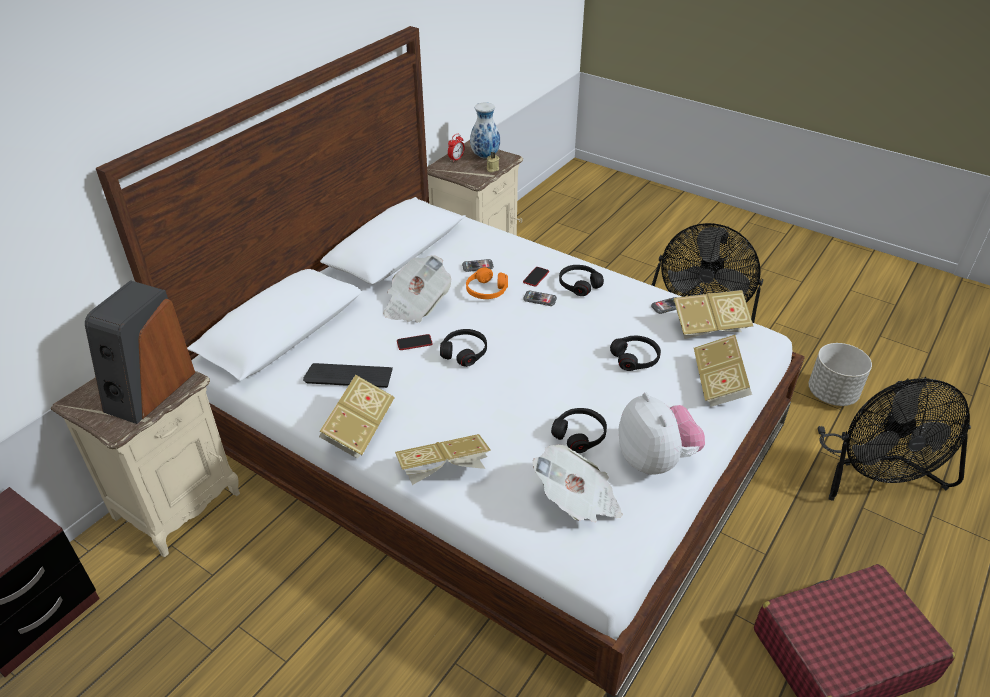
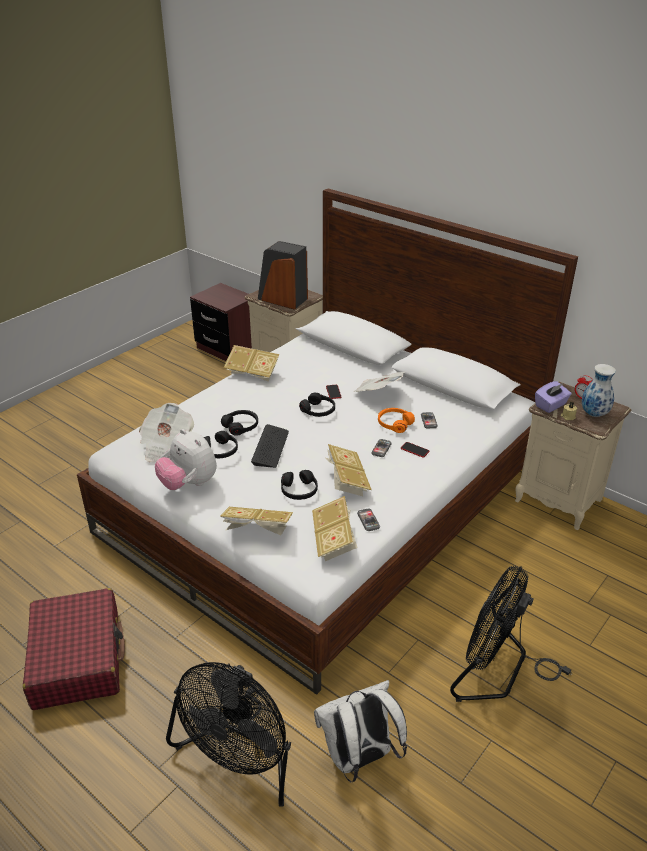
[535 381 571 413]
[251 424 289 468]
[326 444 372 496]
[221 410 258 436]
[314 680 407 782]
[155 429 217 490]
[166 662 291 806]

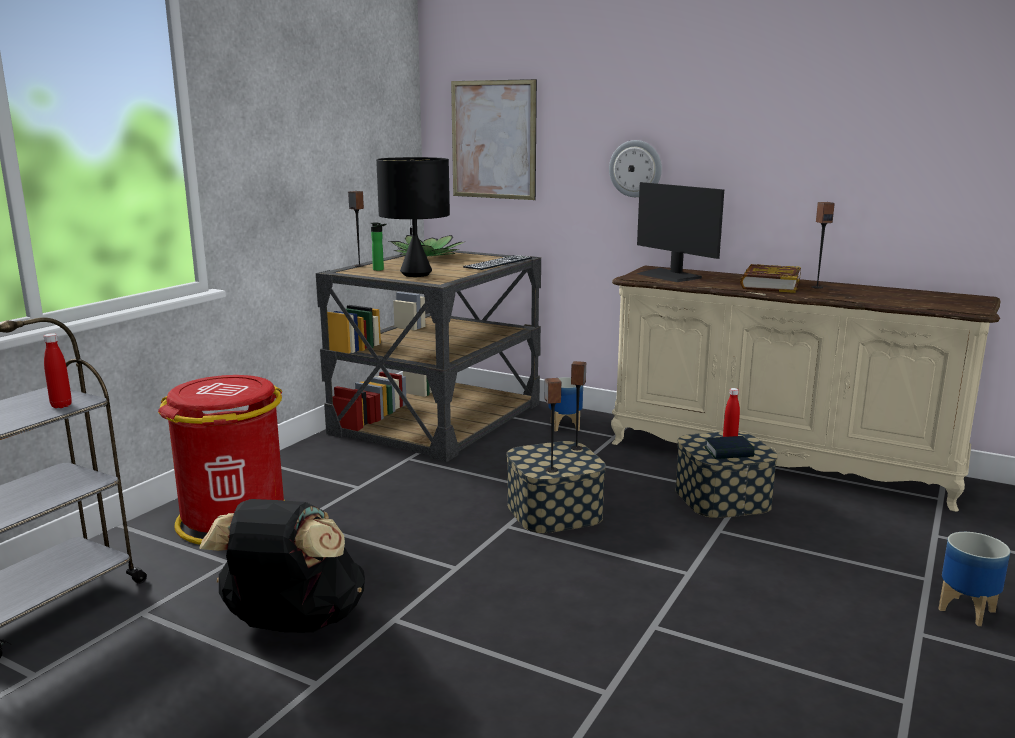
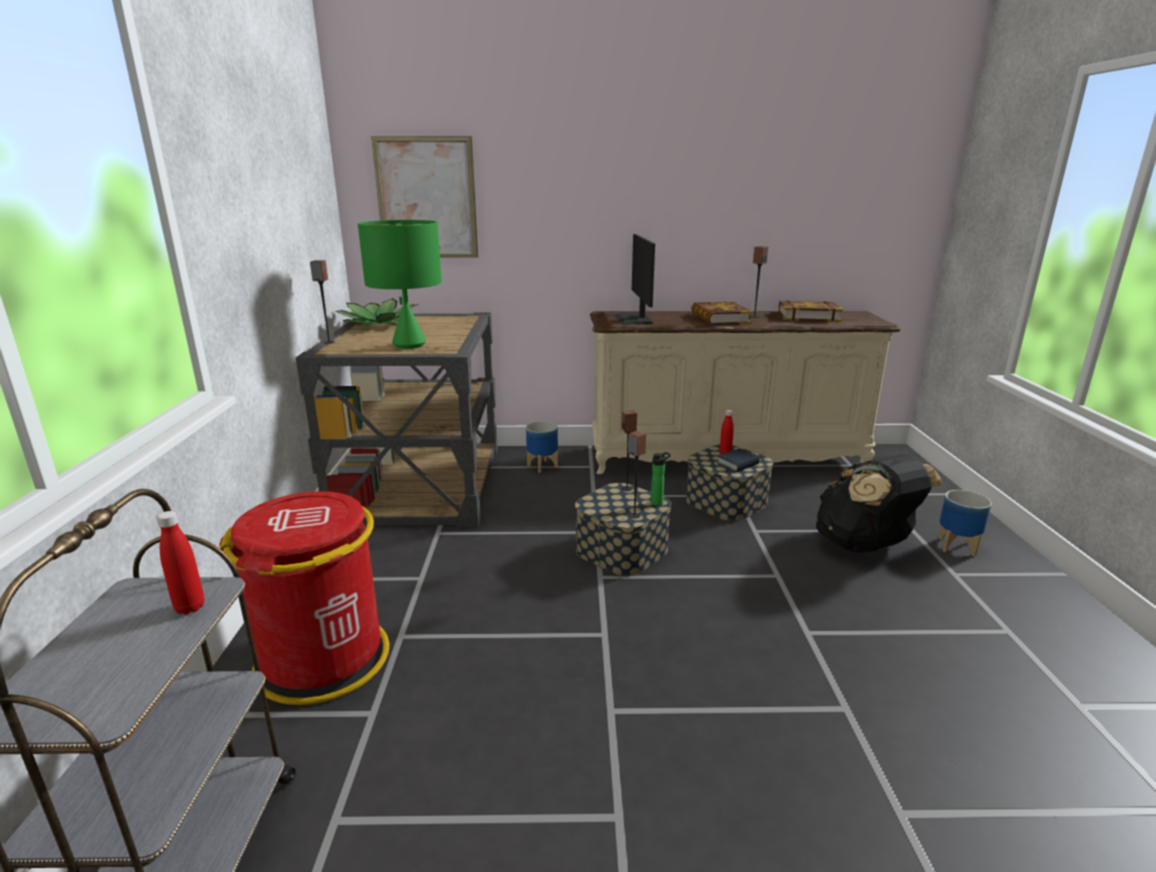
[463 255 532 270] (first image)
[609 140 662 197] (first image)
[778 300 843 322]
[816 454 944 553]
[651 452 671 506]
[358 220 442 349]
[614 234 655 325]

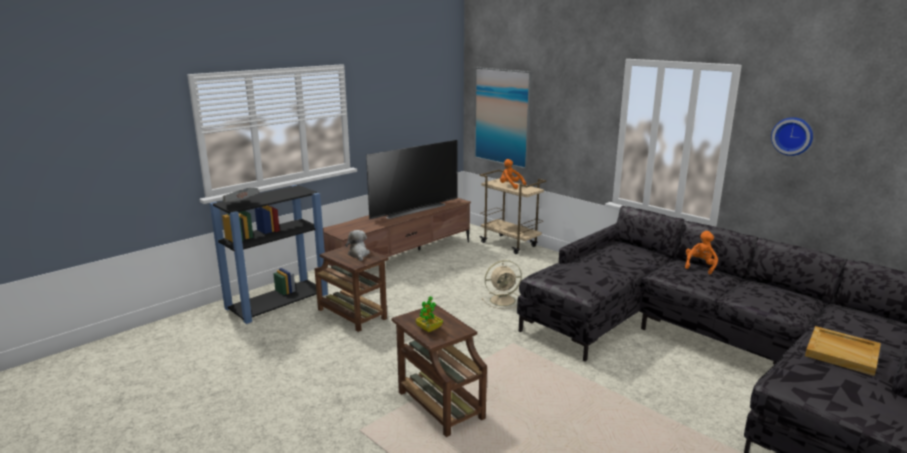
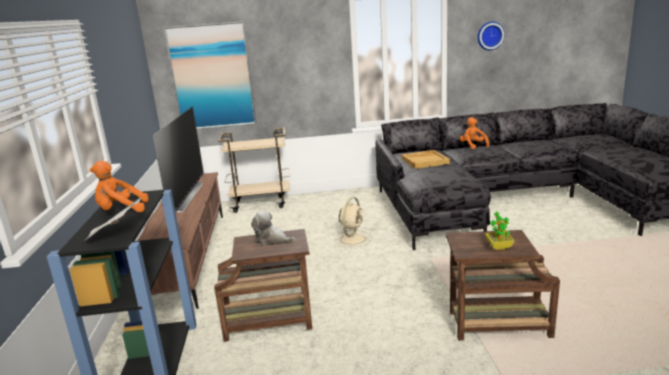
[90 161 149 213]
[401 150 450 169]

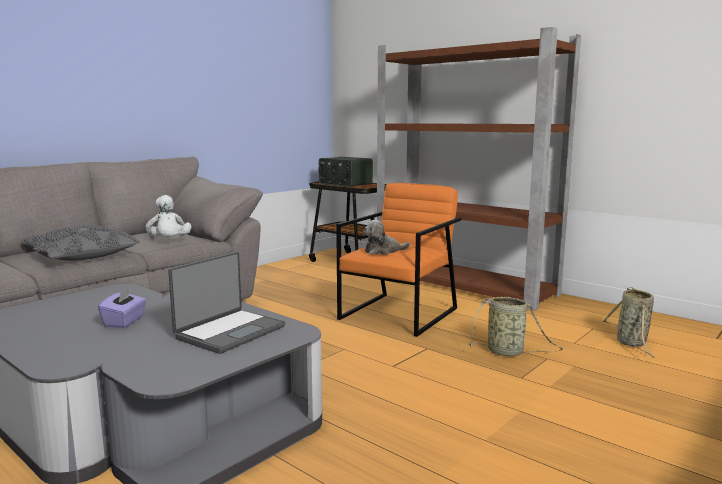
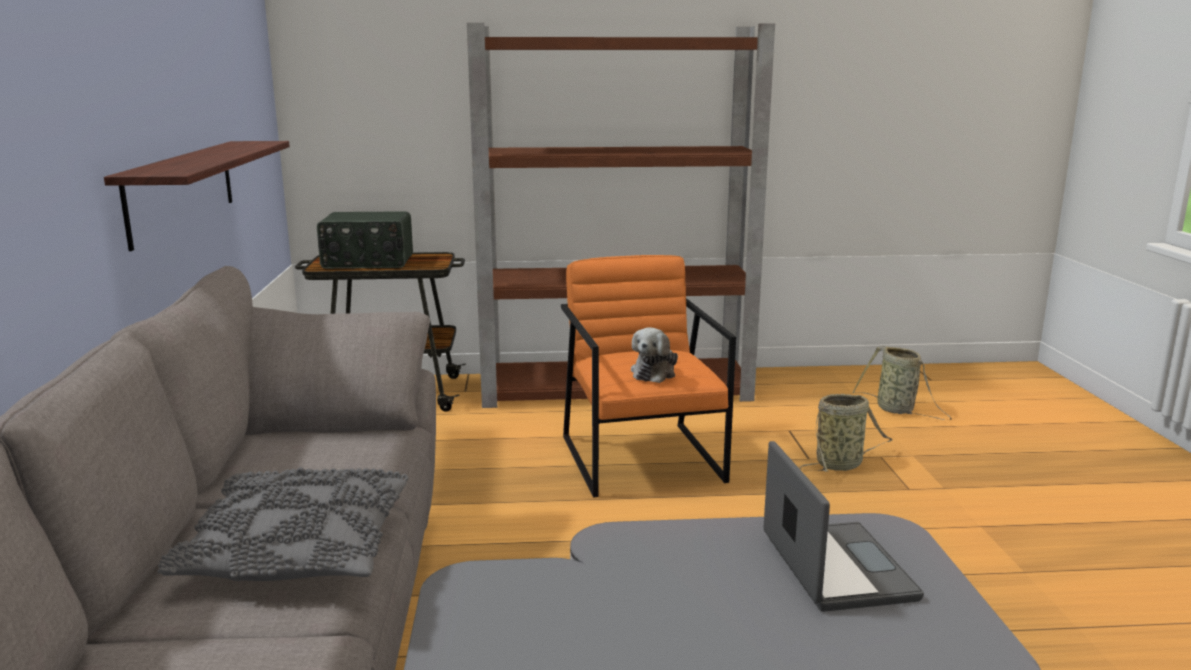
[98 286 147 328] (first image)
[145 195 192 239] (first image)
[104 141 290 251]

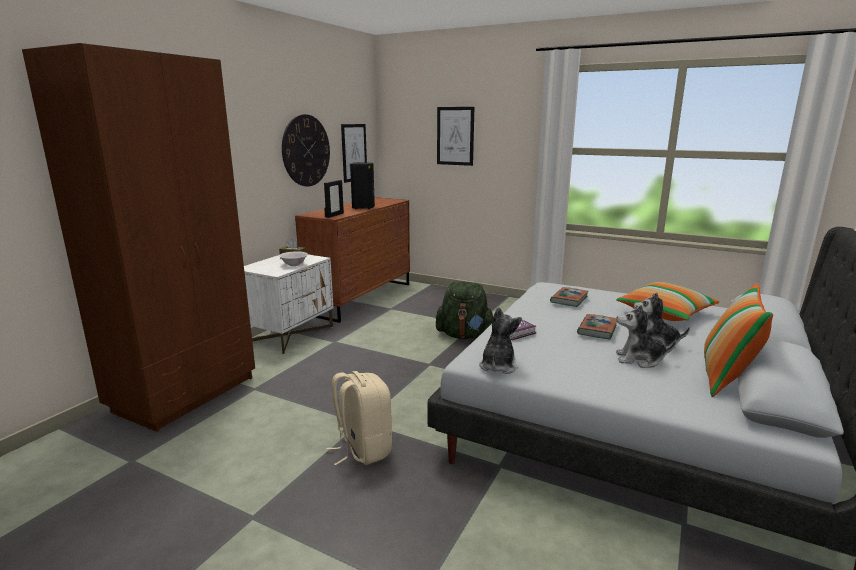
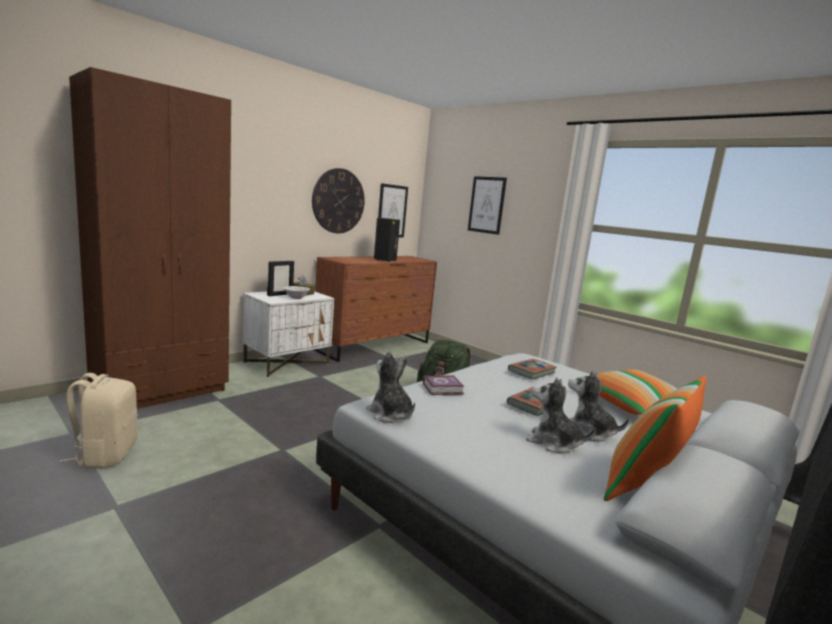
[267 261 294 296]
[60 373 138 469]
[366 351 415 423]

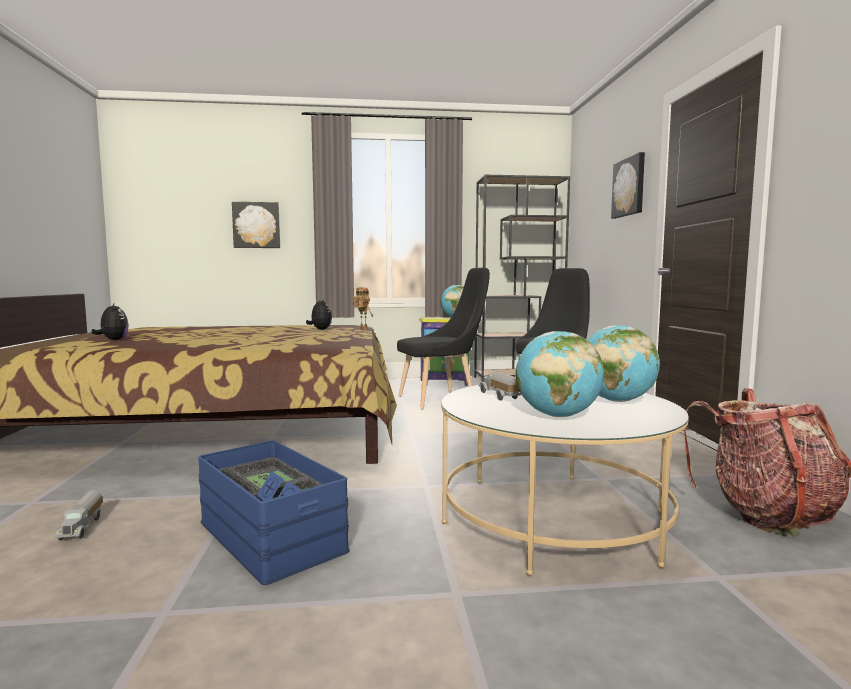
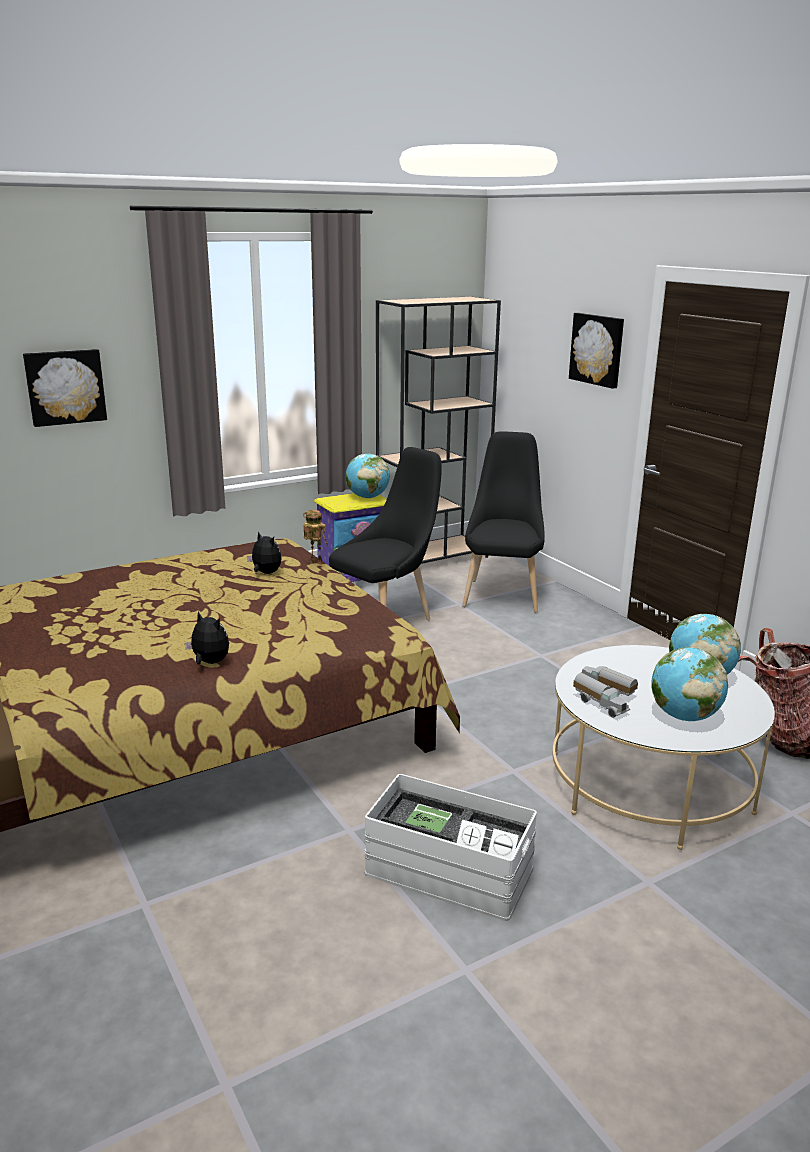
[573 673 630 718]
[185 611 229 664]
[364 774 537 921]

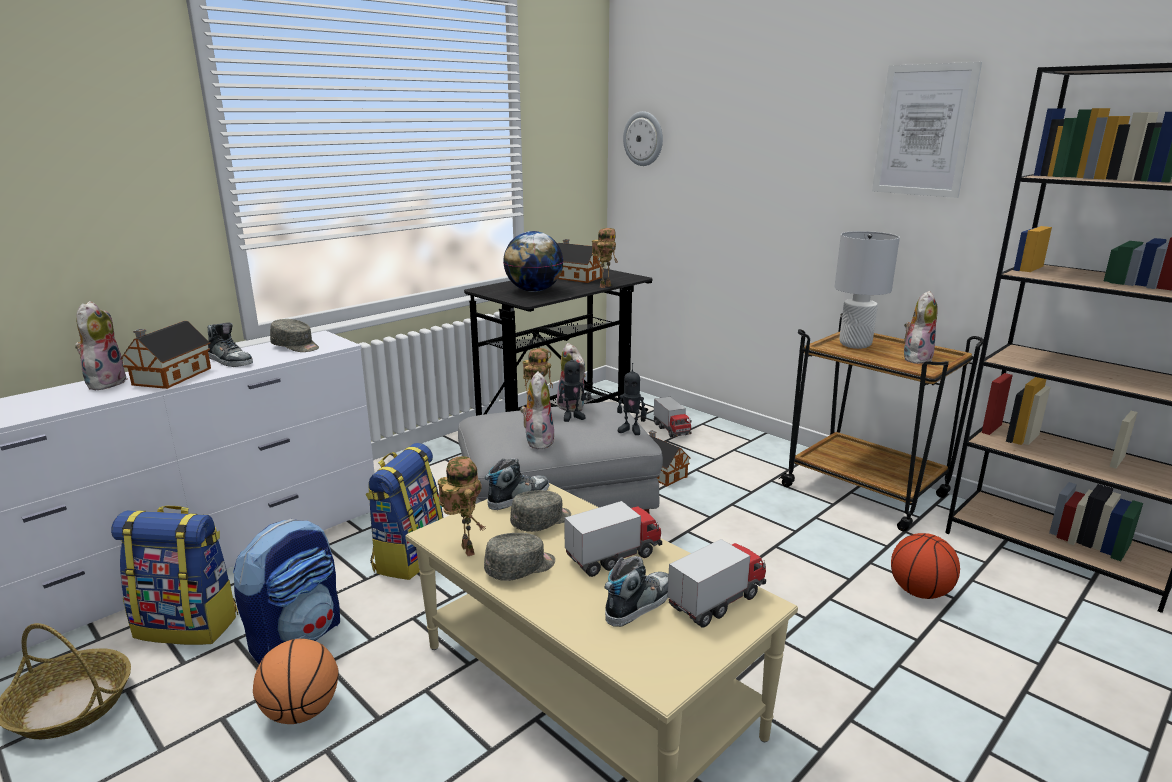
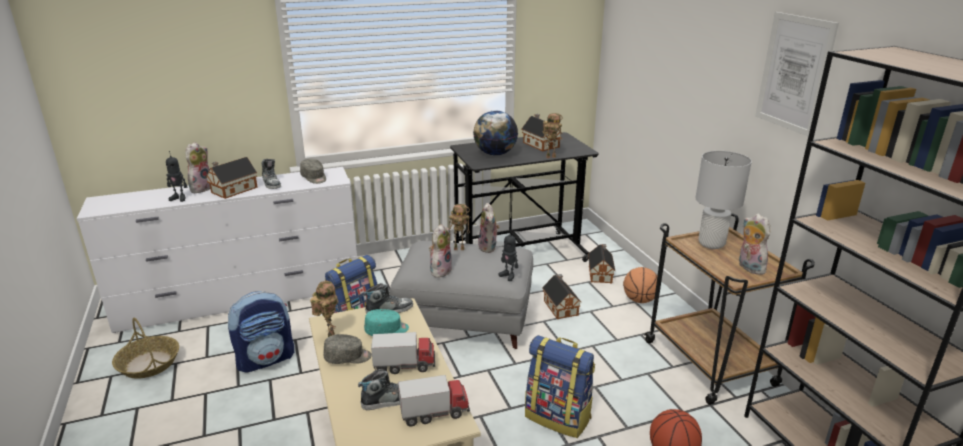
[623 111 663 166] (first image)
[525 335 595 438]
[623 267 657 303]
[166 151 187 202]
[588 244 615 283]
[364 309 409 336]
[739 214 770 275]

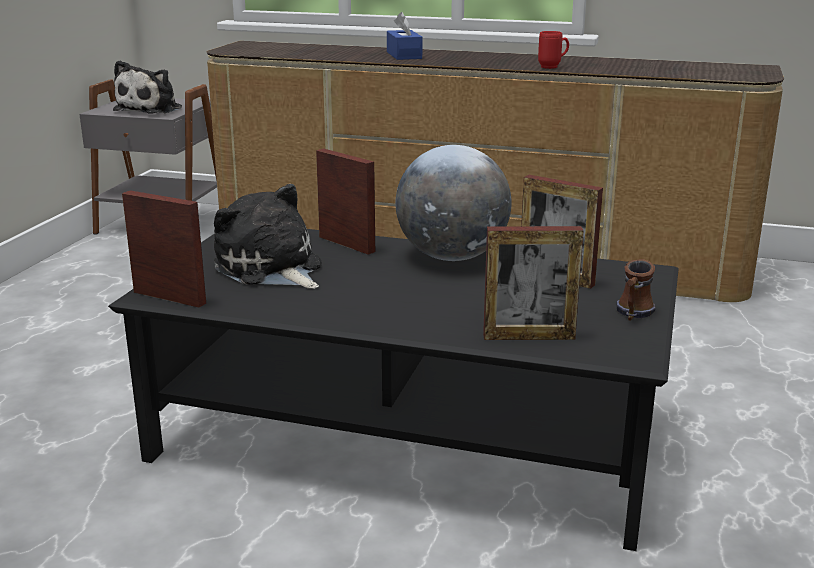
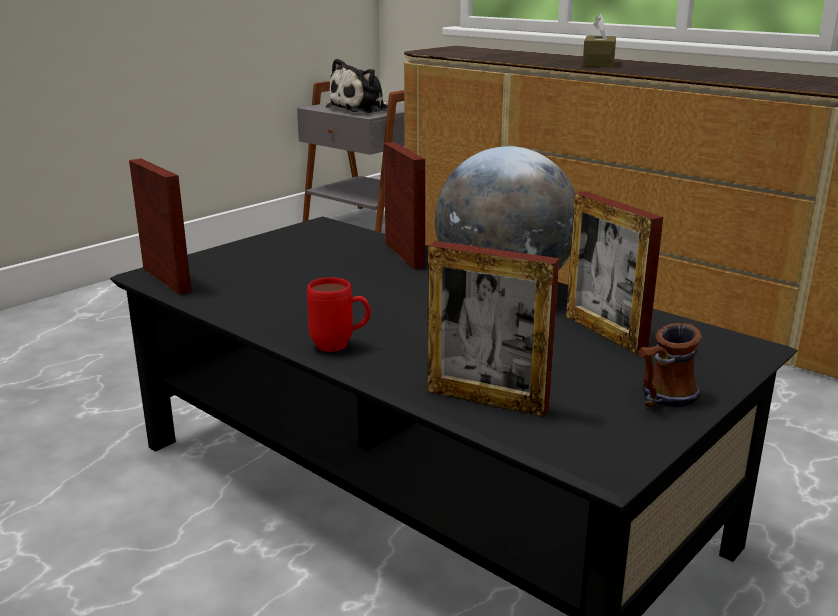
[214 184 322 289] (first image)
[307 277 371 352]
[582 13 616 67]

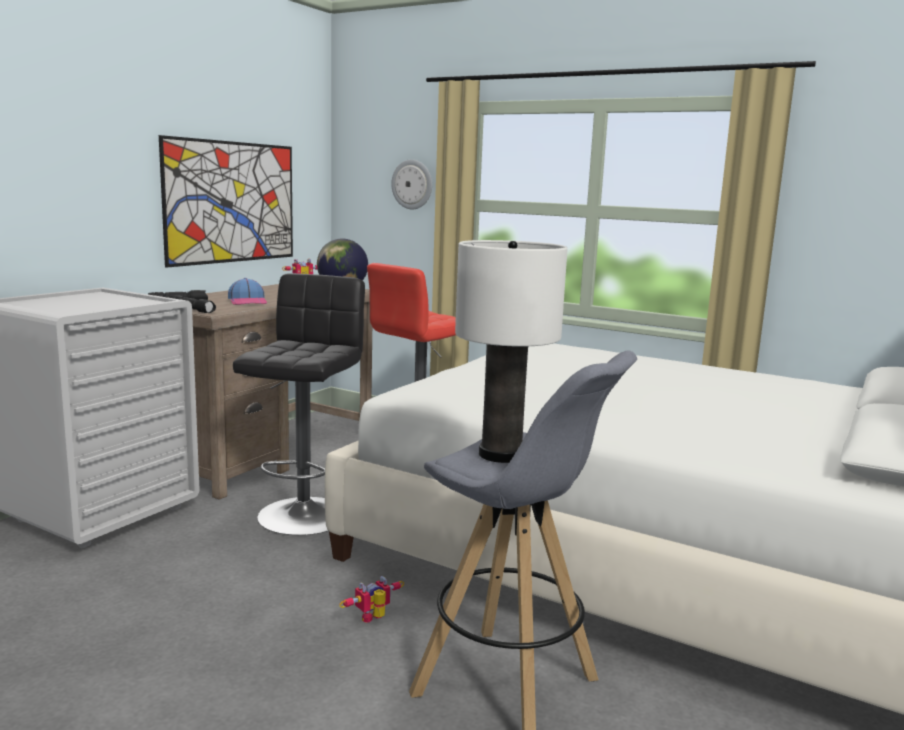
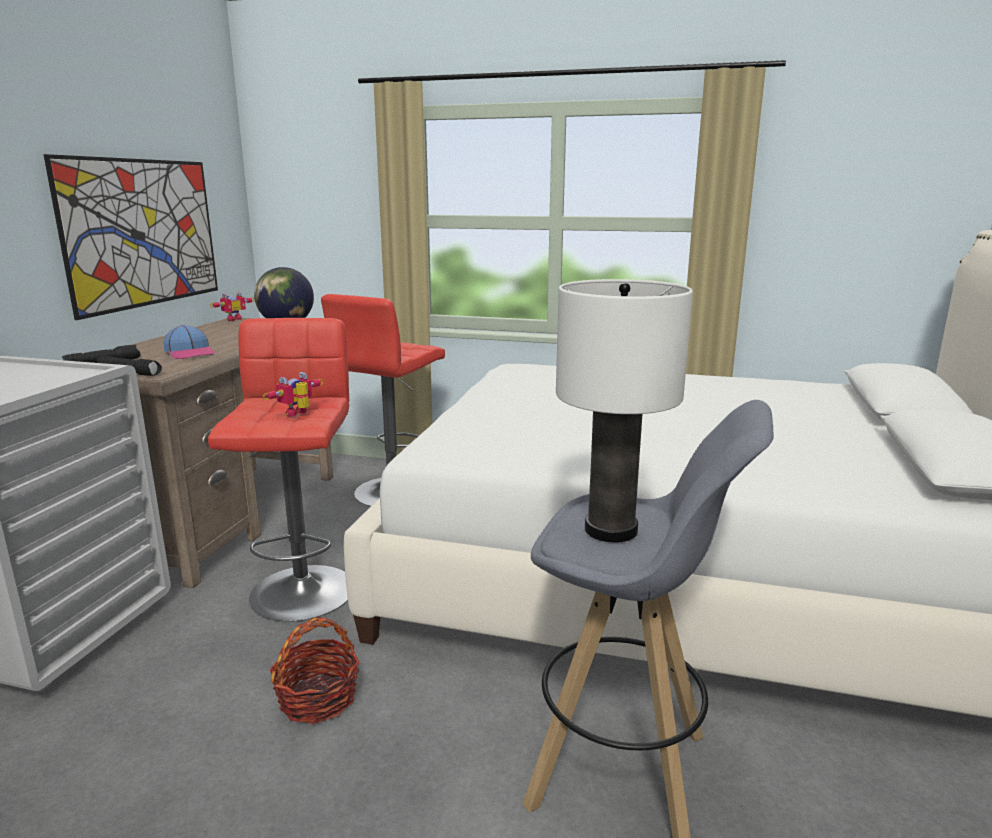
[391 159 432 209] (first image)
[270 617 360 724]
[262 372 323 417]
[208 318 349 621]

